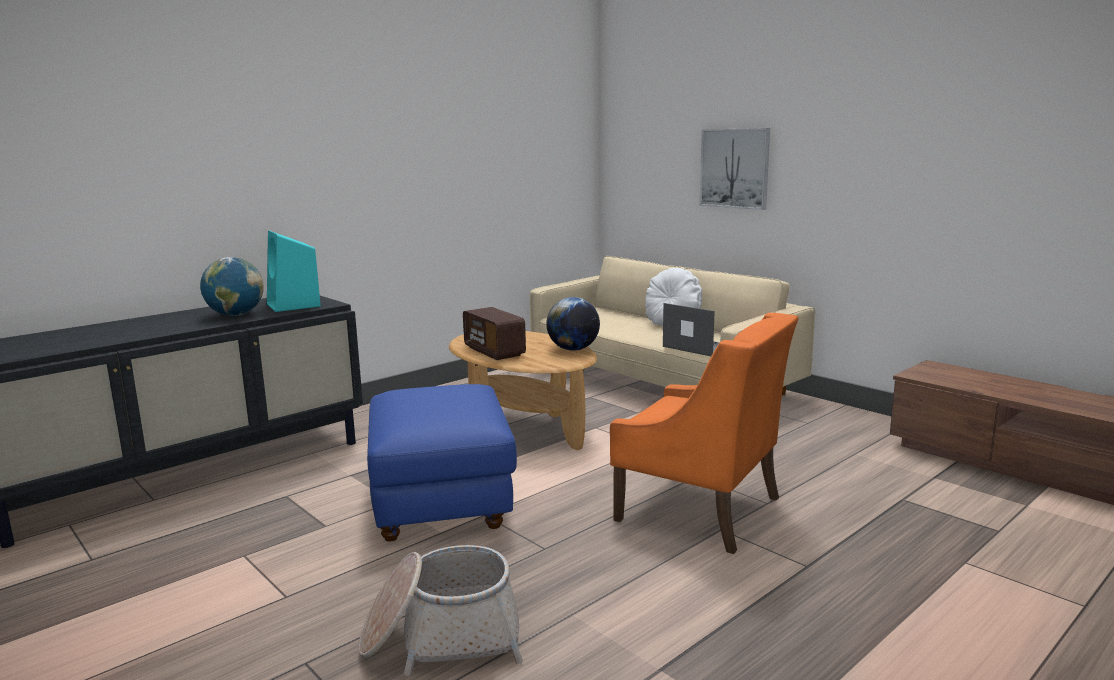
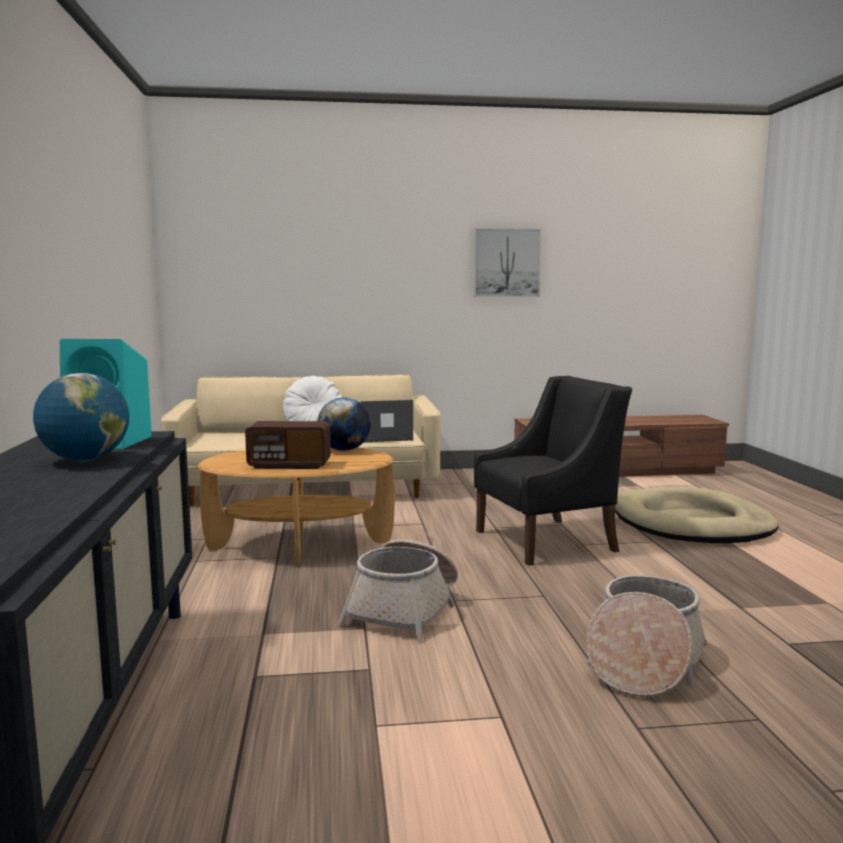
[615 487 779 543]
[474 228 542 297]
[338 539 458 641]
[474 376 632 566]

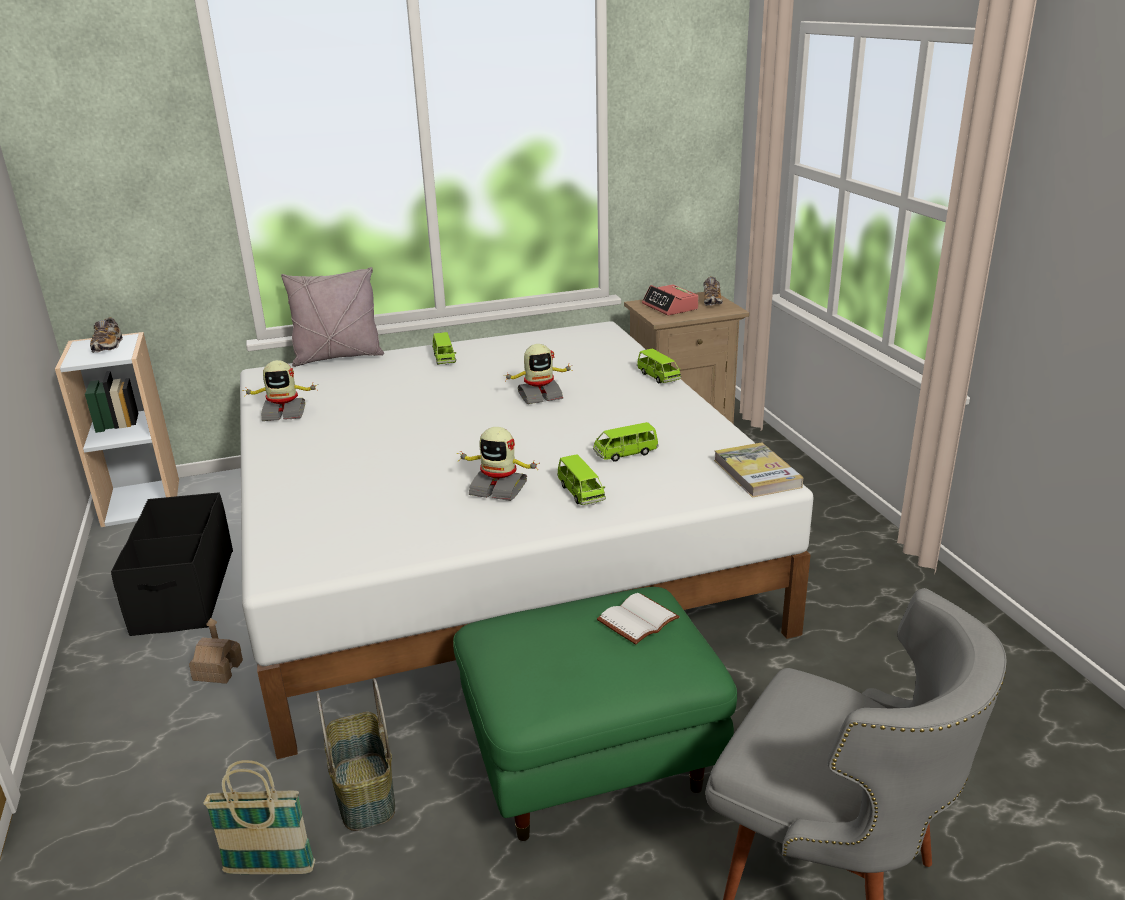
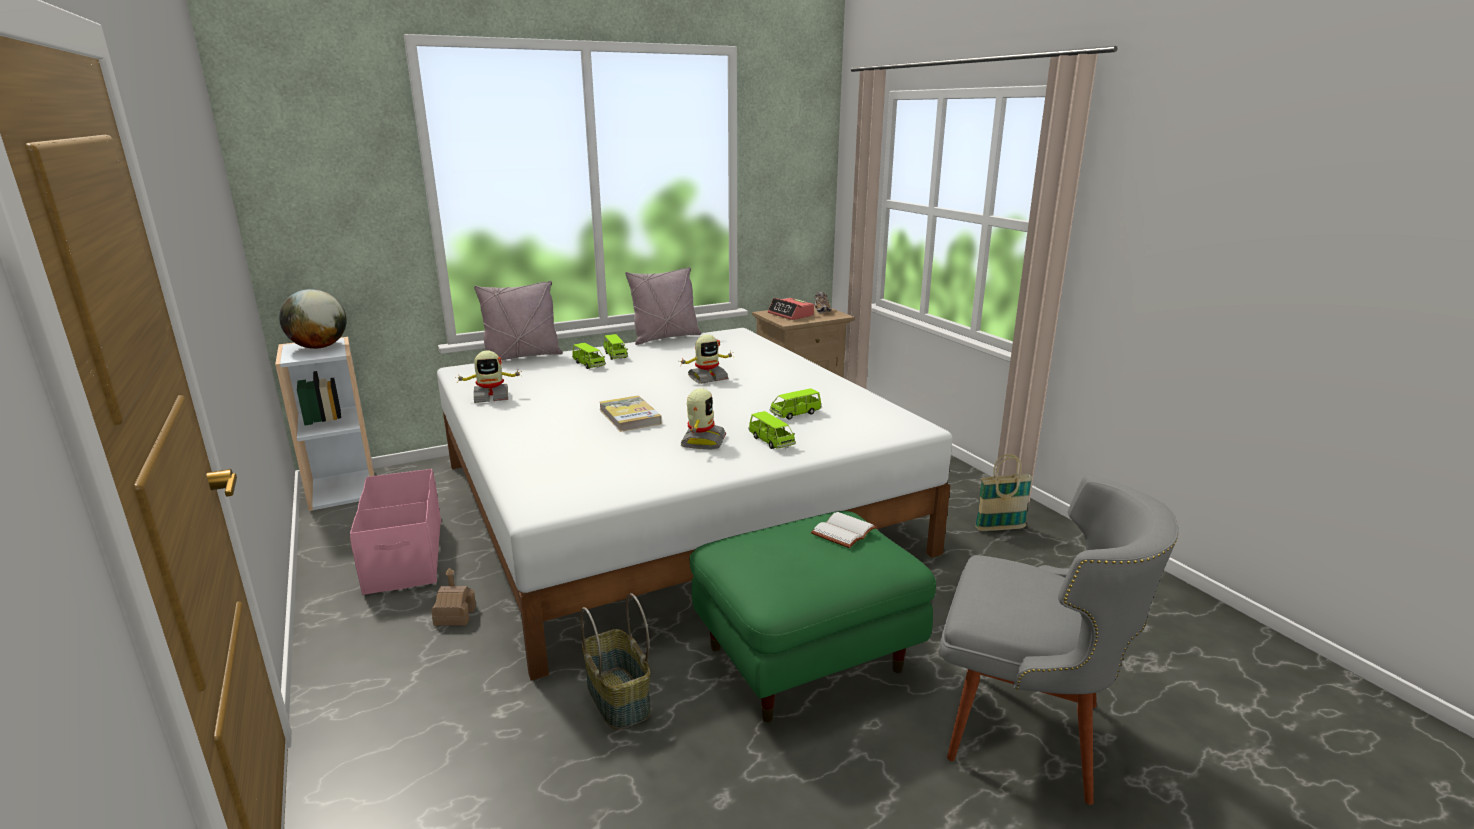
[625 267 701 345]
[975 454 1033 531]
[572 343 606 369]
[599 395 661 432]
[279 289 347 349]
[350 469 441 595]
[681 388 726 449]

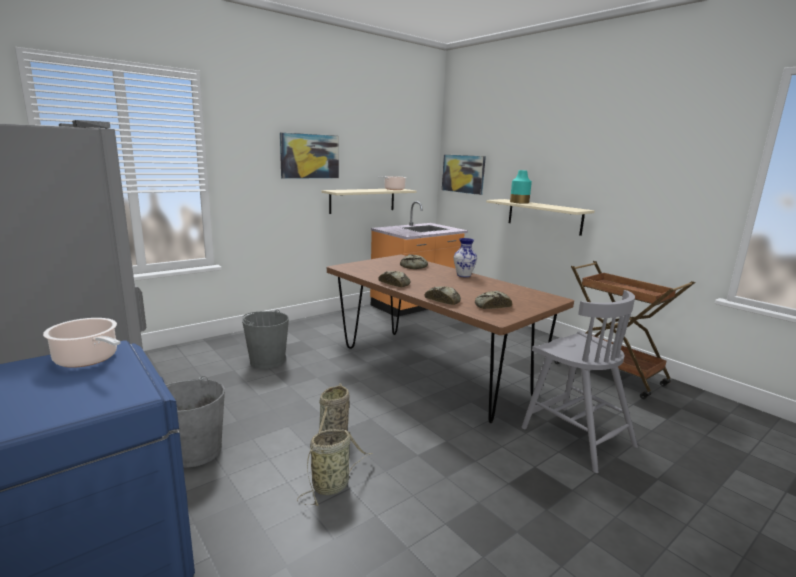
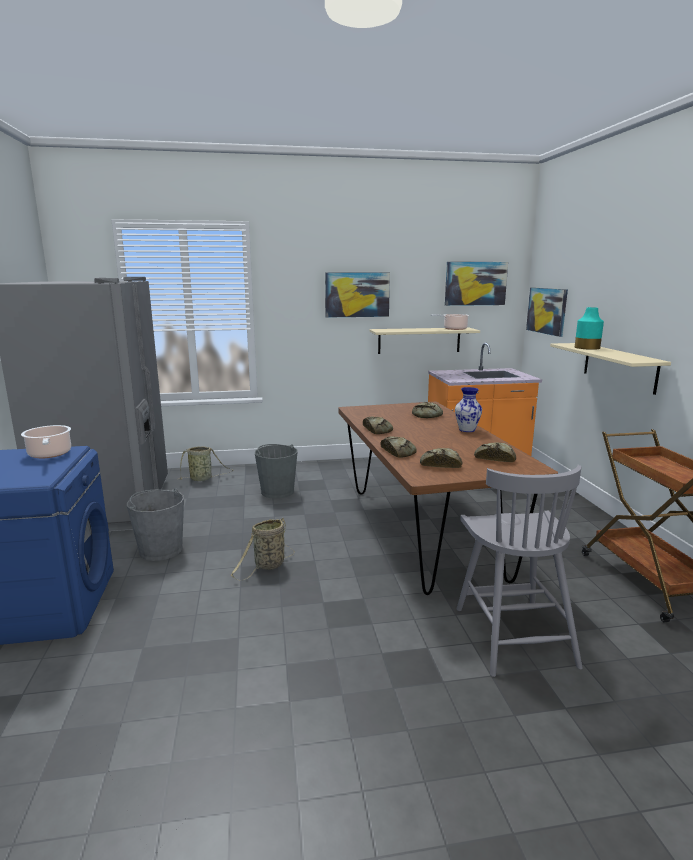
[445 262 508 306]
[474 442 516 462]
[178 446 233 481]

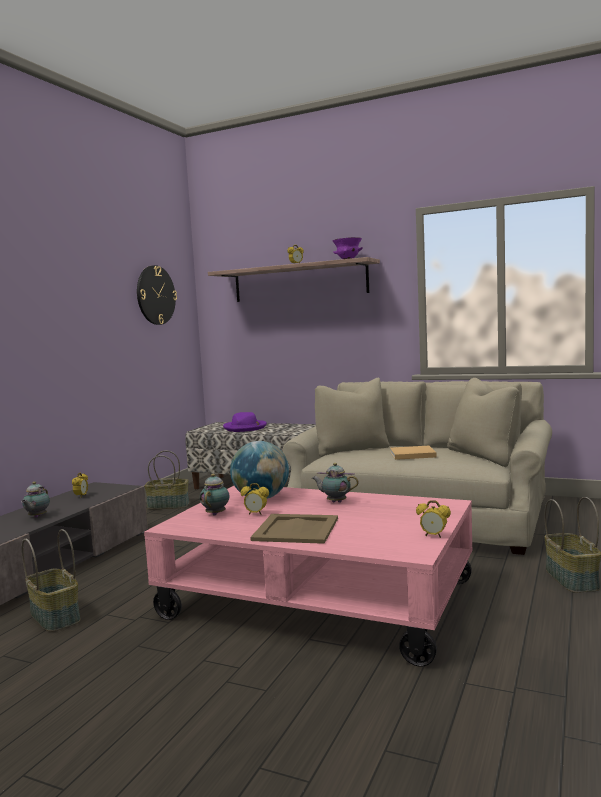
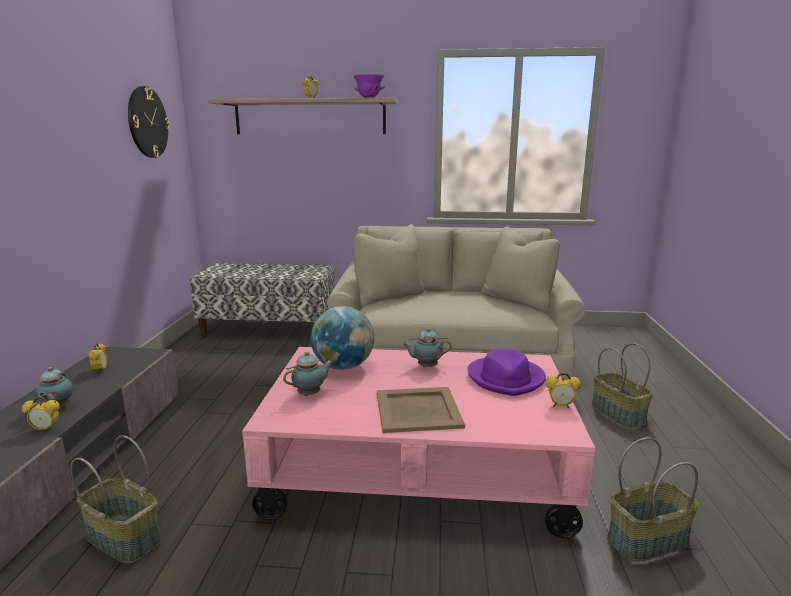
[390 446 436 460] (first image)
[607 437 699 562]
[467 349 546 396]
[22 397 60 431]
[283 351 333 396]

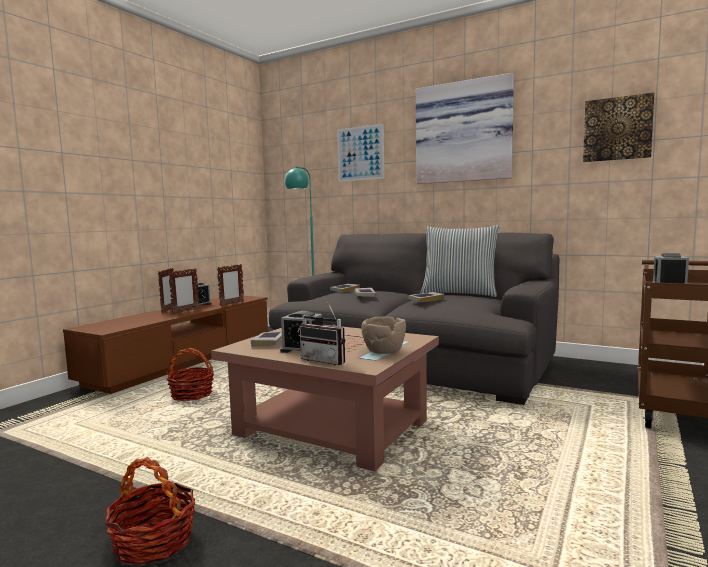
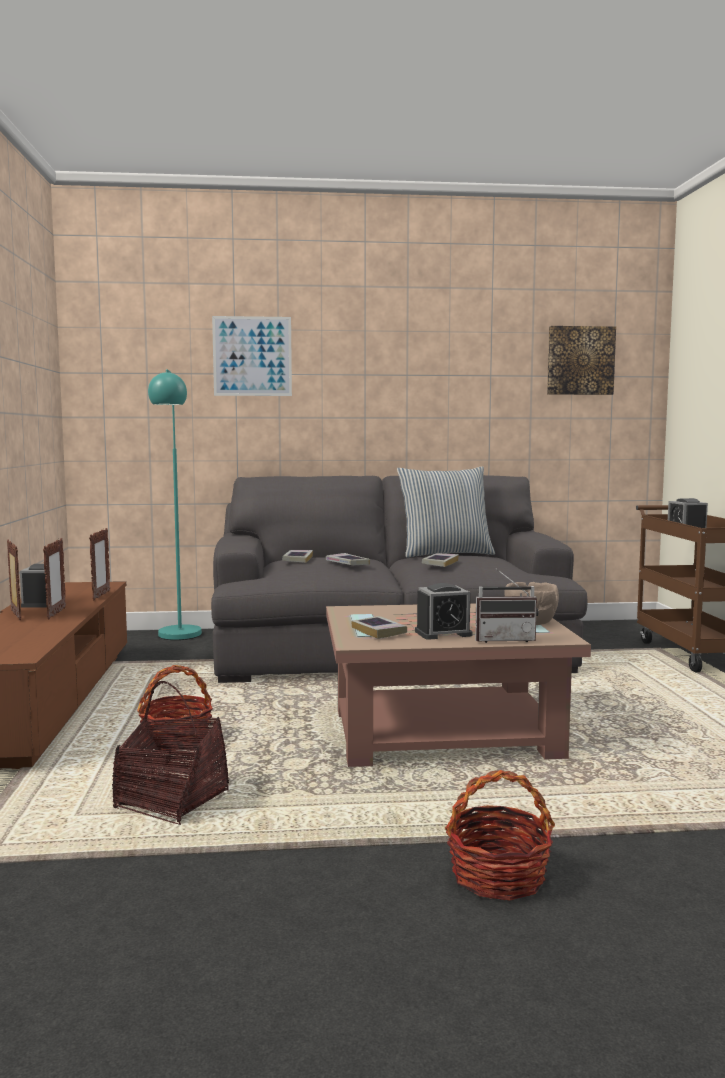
[416 73 514 184] (first image)
[112 681 229 825]

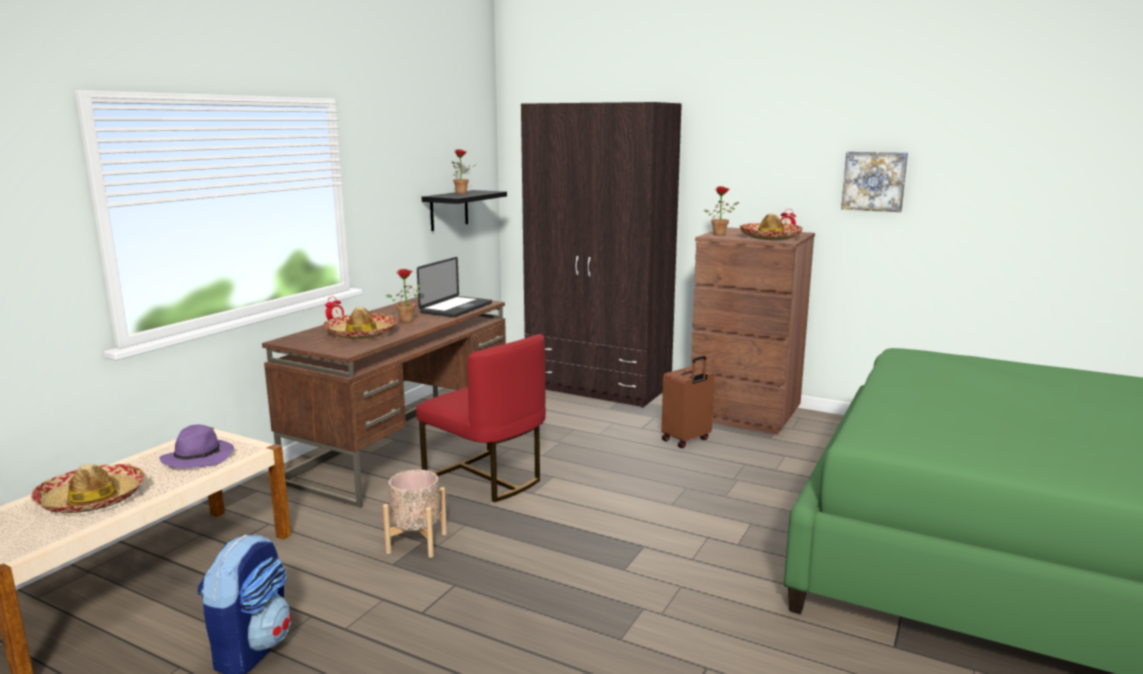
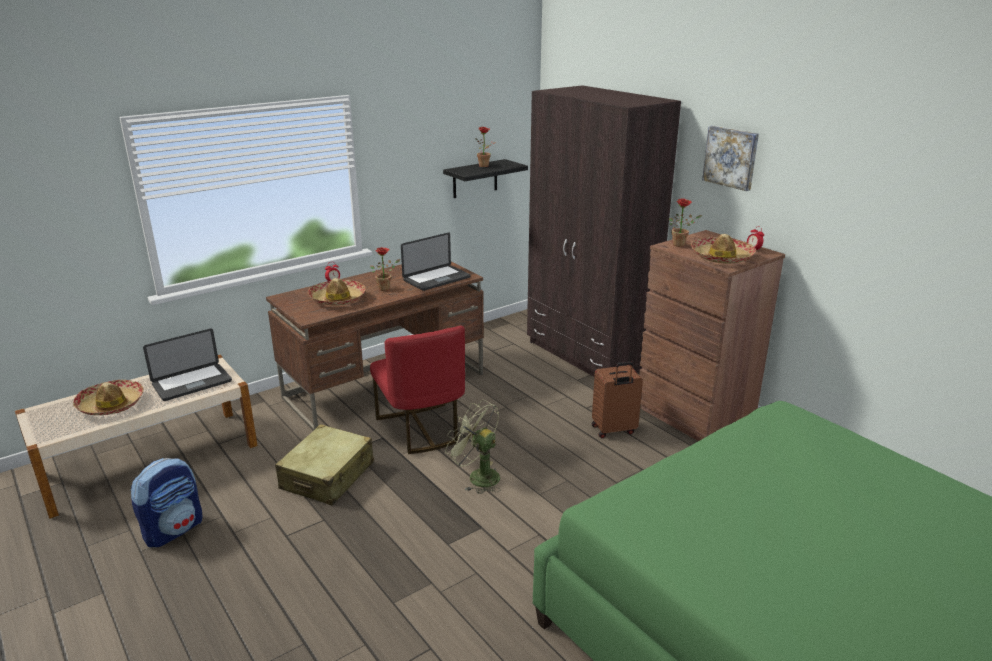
[445 399 501 494]
[702 126 759 191]
[143 329 232 401]
[275 424 374 505]

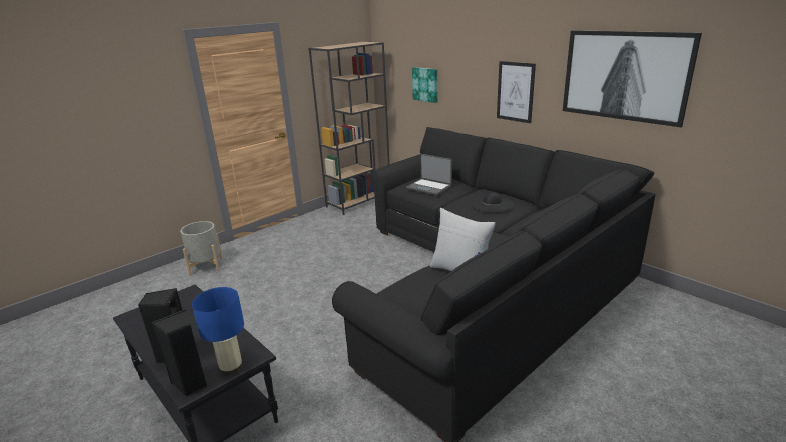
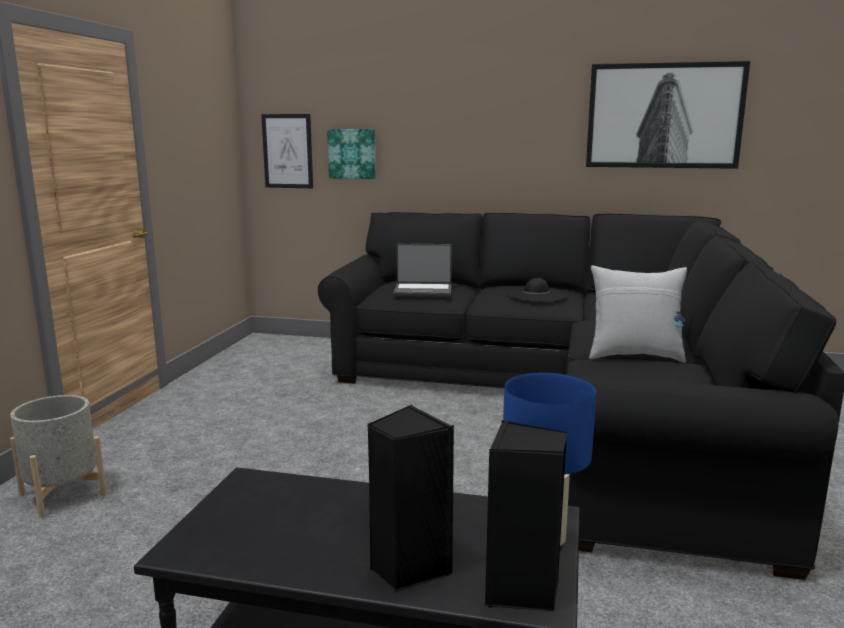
[309 41 390 215] (first image)
[261 114 313 188]

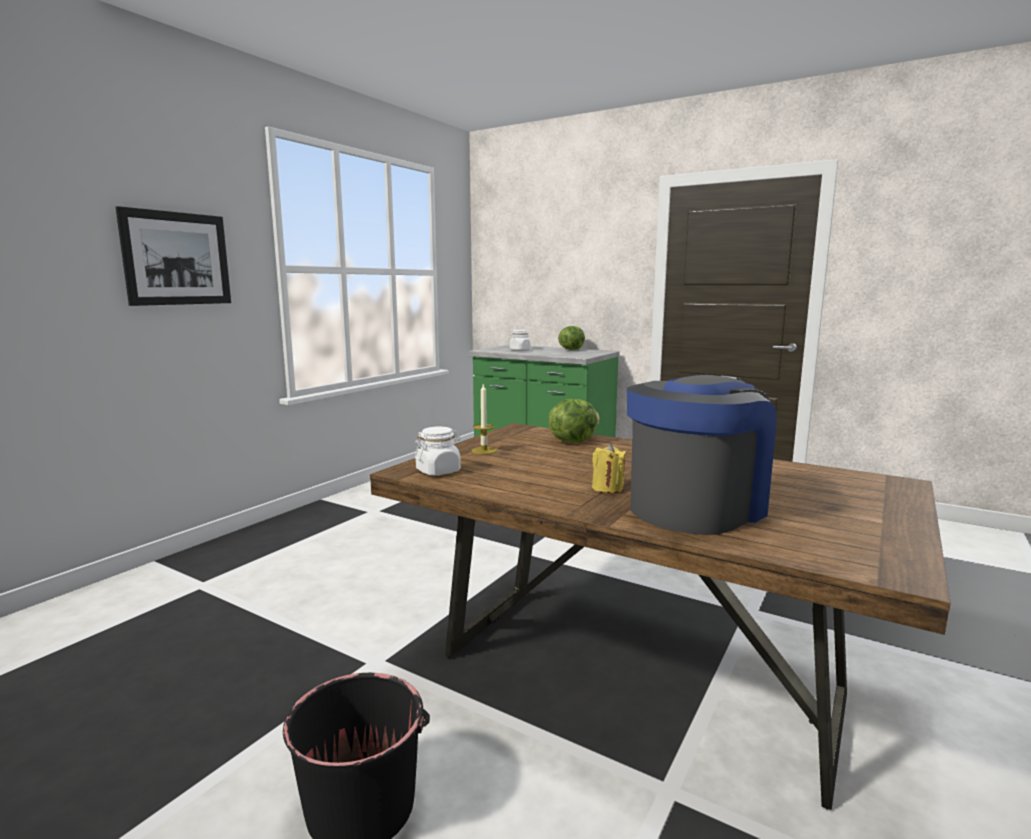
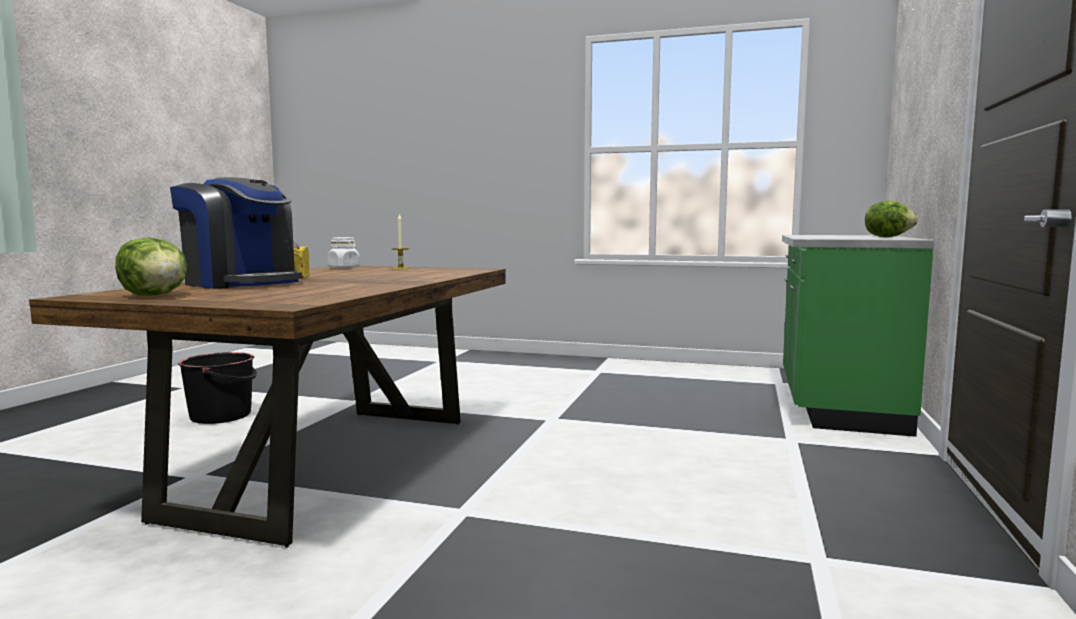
[116 206 231 306] (first image)
[510 330 530 351] (first image)
[115 238 188 296]

